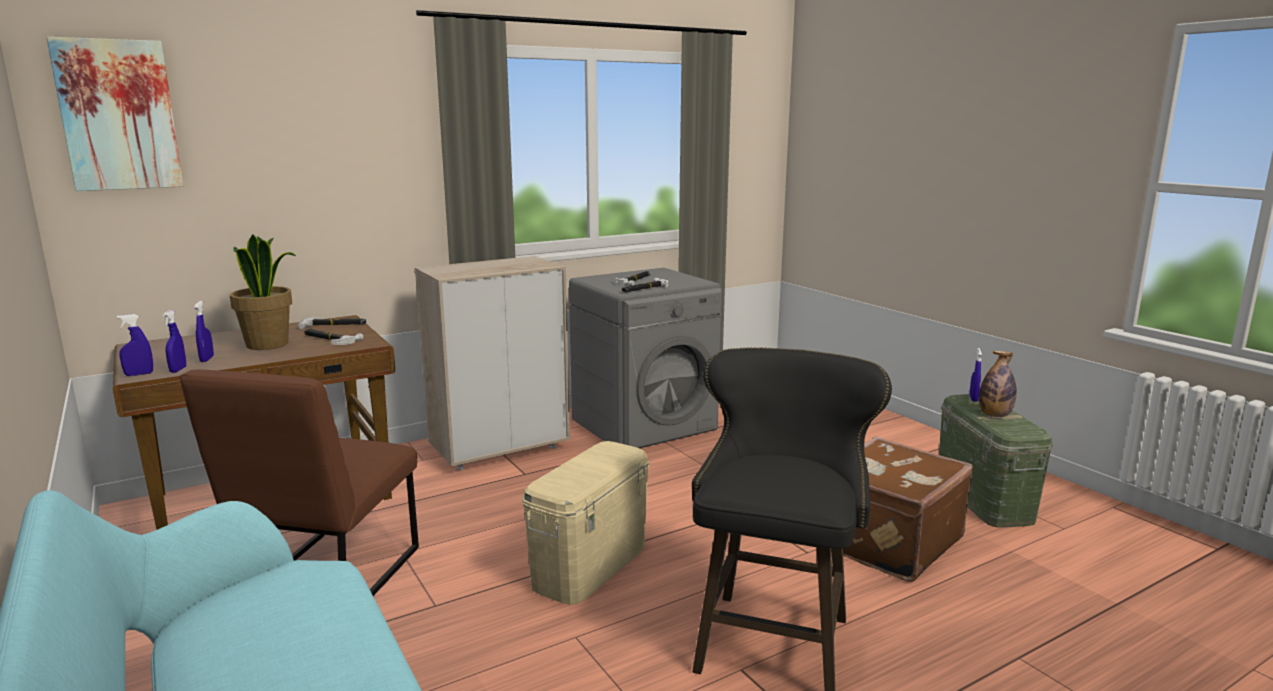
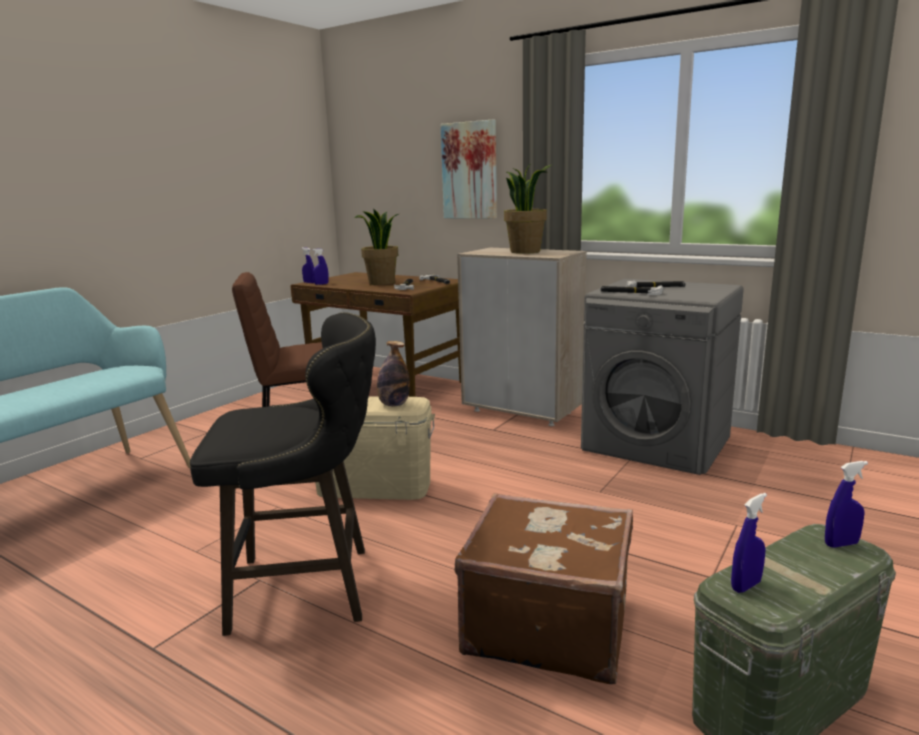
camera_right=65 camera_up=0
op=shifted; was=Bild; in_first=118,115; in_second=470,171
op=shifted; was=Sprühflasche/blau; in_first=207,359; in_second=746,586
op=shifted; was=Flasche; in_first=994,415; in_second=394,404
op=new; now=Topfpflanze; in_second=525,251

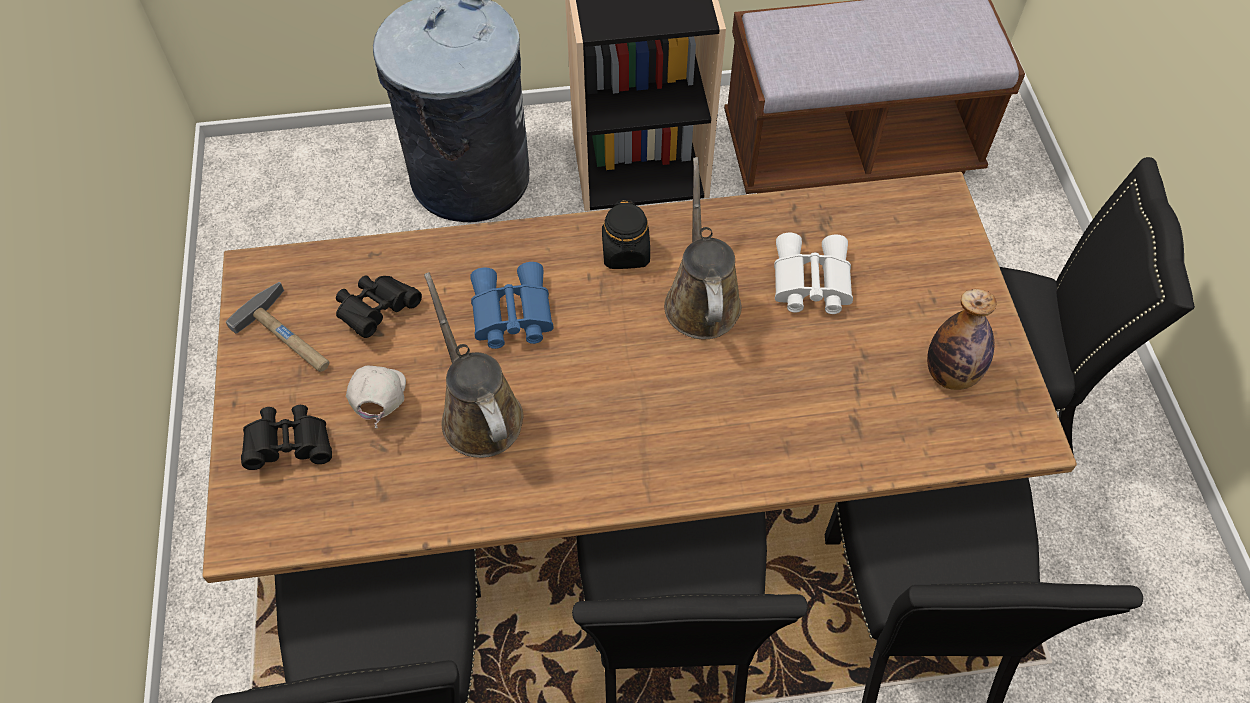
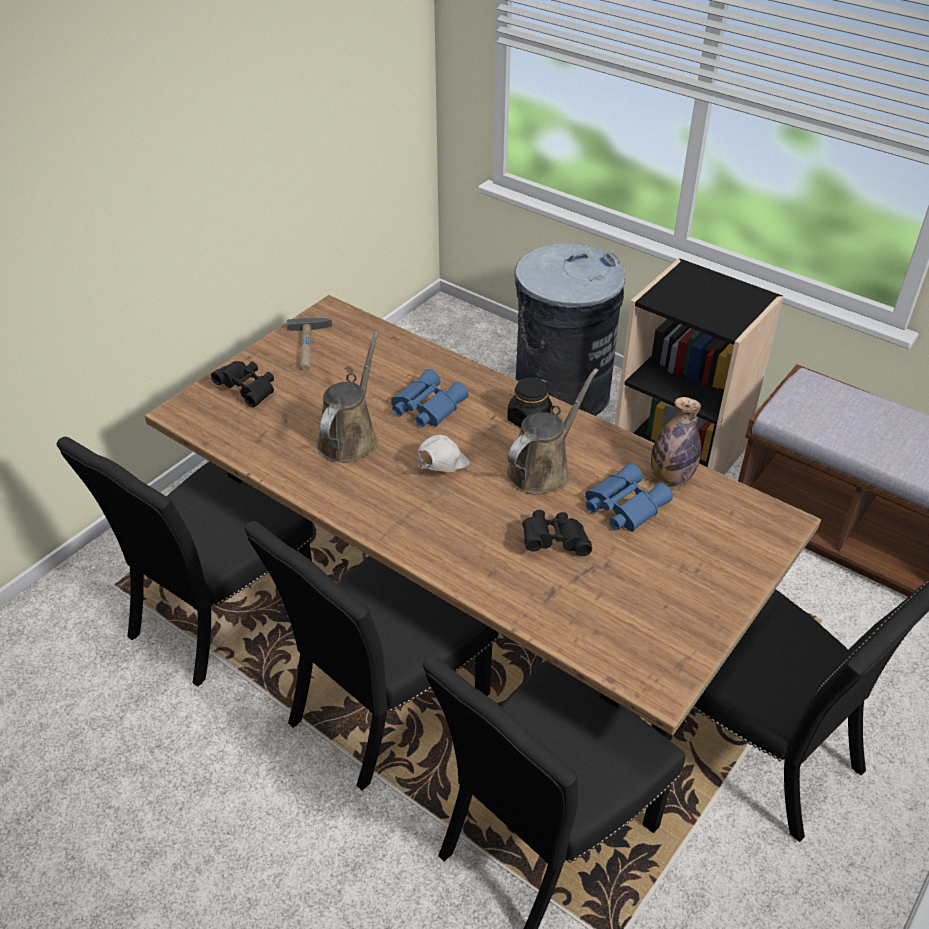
camera_right=45 camera_up=-15
op=shifted; was=Fernglas/schwarz; in_first=377,311; in_second=554,542
op=shifted; was=Kappe/weiß; in_first=379,401; in_second=441,468
op=repainted; was=Fernglas/weiß; now=Fernglas/blau; in_first=809,282; in_second=623,505
op=shifted; was=Flasche; in_first=951,374; in_second=671,477

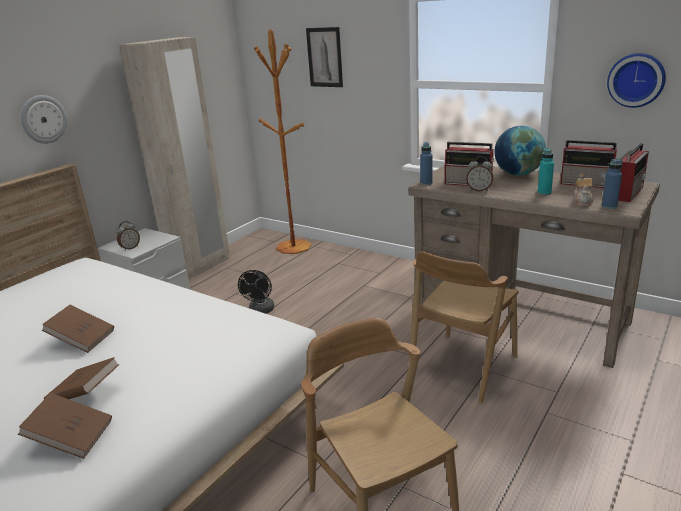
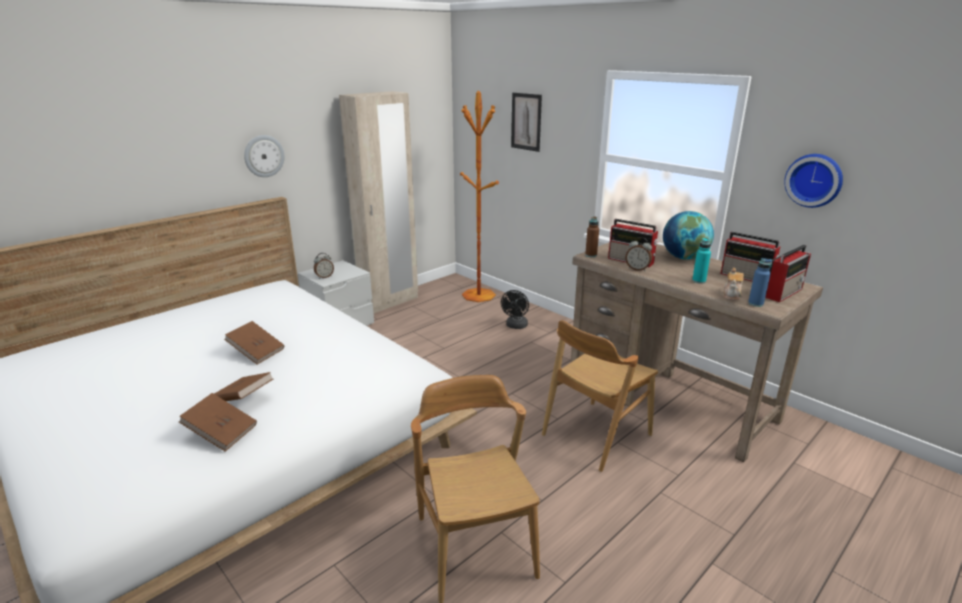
camera_right=10 camera_up=0
op=shifted; was=Ventilator/schwarz; in_first=261,311; in_second=516,326
op=repainted; was=Flasche/blau; now=Flasche/braun; in_first=426,183; in_second=591,255

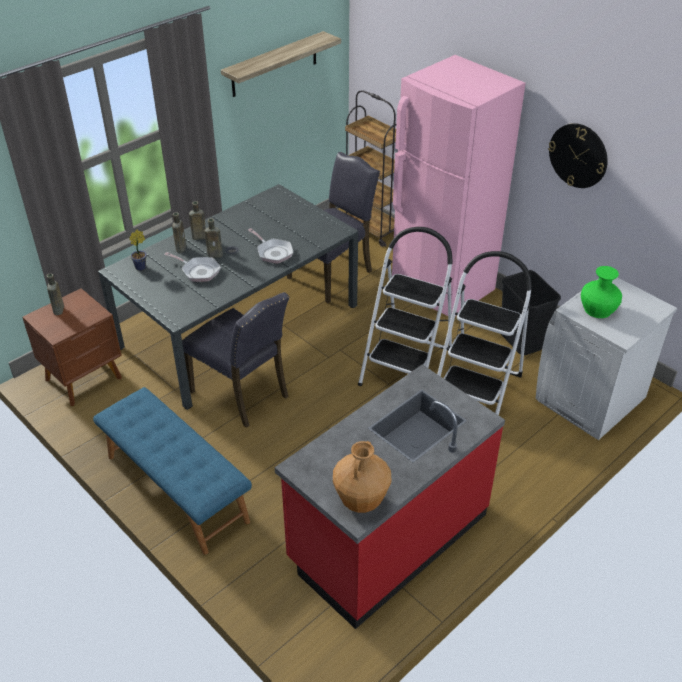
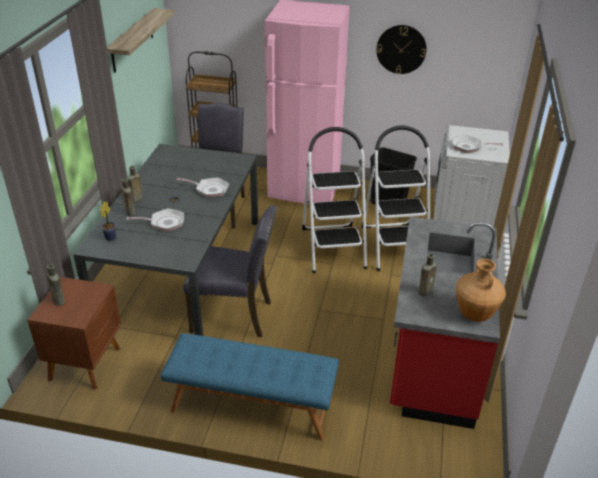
camera_right=-35 camera_up=-5
op=shifted; was=Flasche/braun; in_first=216,254; in_second=426,291
op=swapped; was=Vase/grün; now=Pfanne; in_first=597,309; in_second=469,147

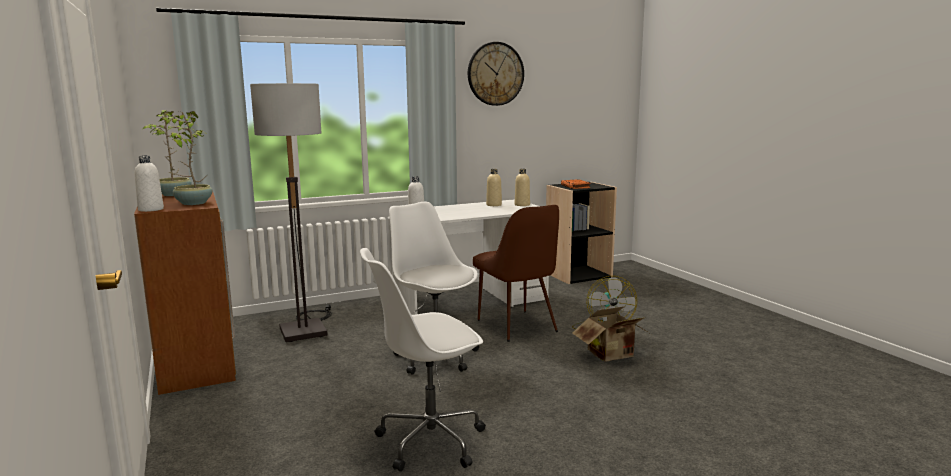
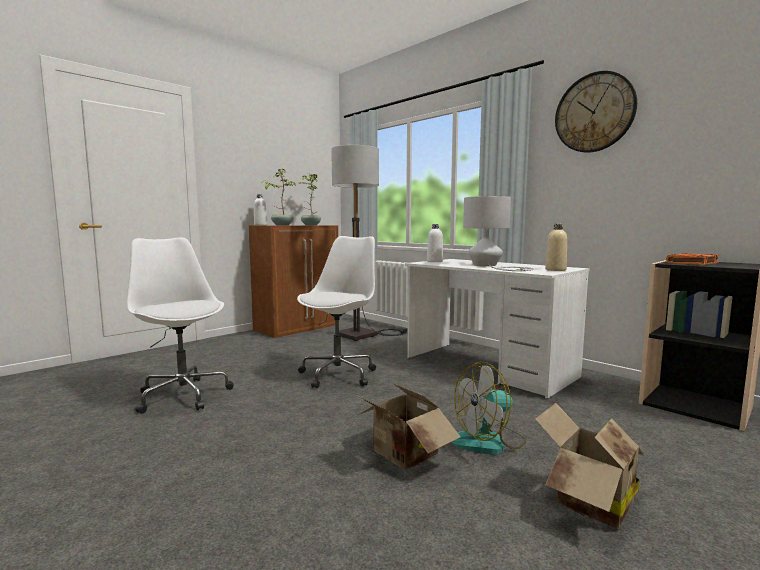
camera_right=70 camera_up=-5
op=gone; was=Stuhl/braun; in_first=517,326
op=gone; was=Flasche/beige; in_first=494,205
op=new; now=Tischlampe/weiß; in_second=495,266
op=new; now=Karton; in_second=587,502

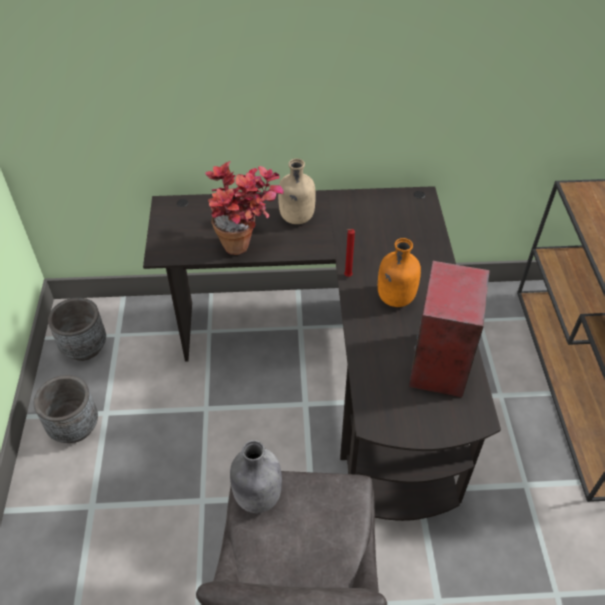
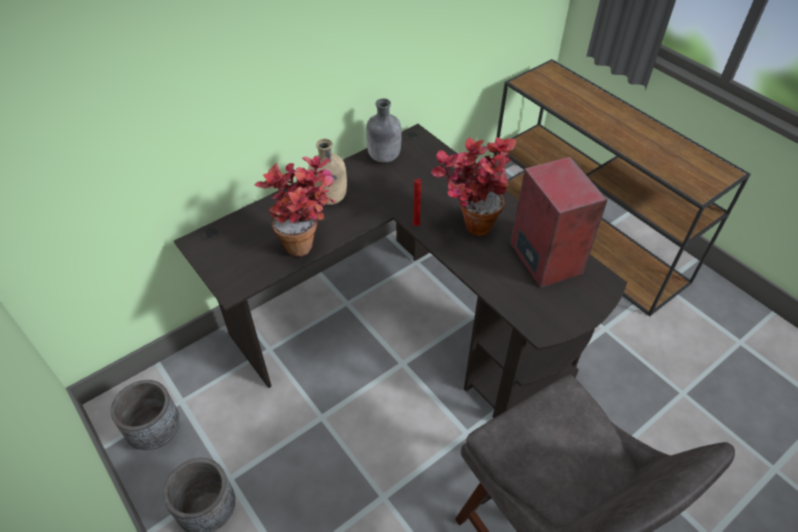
camera_right=-35 camera_up=0
op=shifted; was=Flasche/grau; in_first=257,497; in_second=383,157
op=swapped; was=Flasche/orange; now=Topfpflanze; in_first=395,298; in_second=468,225

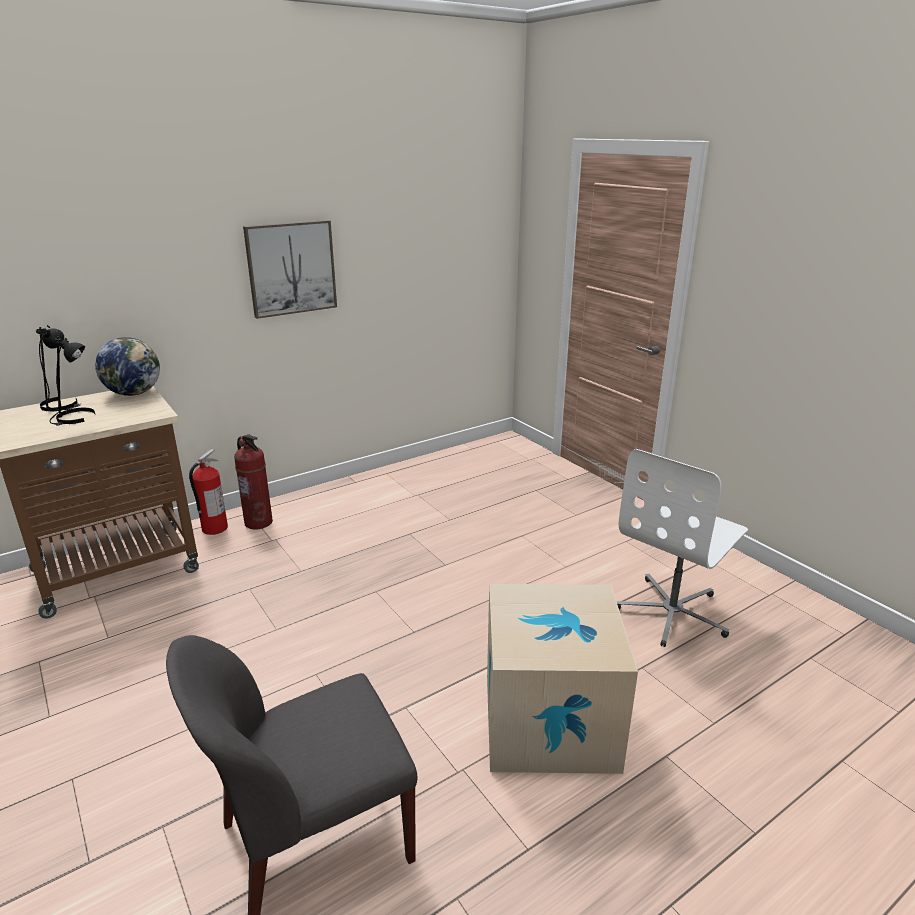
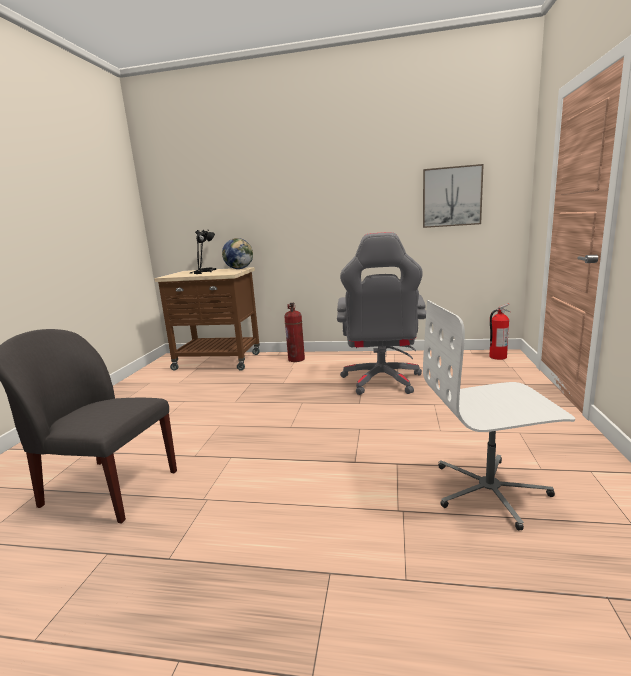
camera_right=45 camera_up=-10
op=shifted; was=Feuerlöscher; in_first=214,528; in_second=497,357
op=shifted; was=Bild; in_first=291,268; in_second=451,197
op=gone; was=Karton; in_first=549,721
op=new; now=Bürostuhl/grau; in_second=381,380

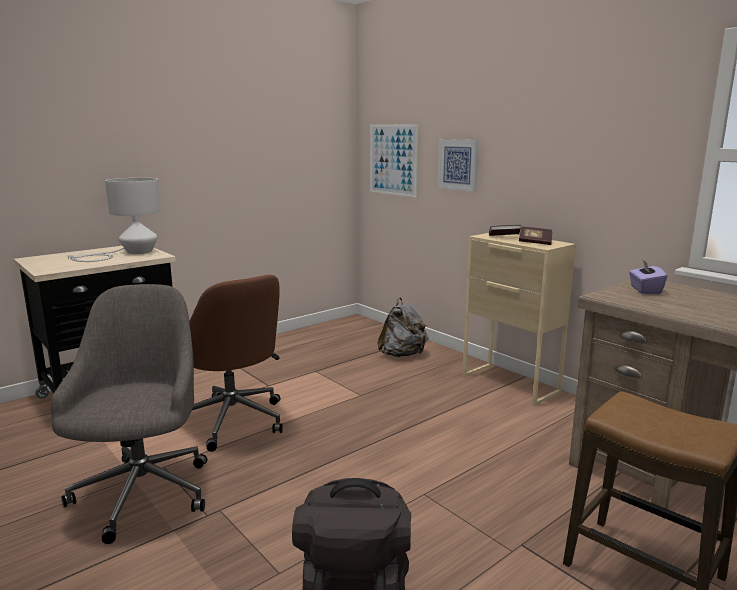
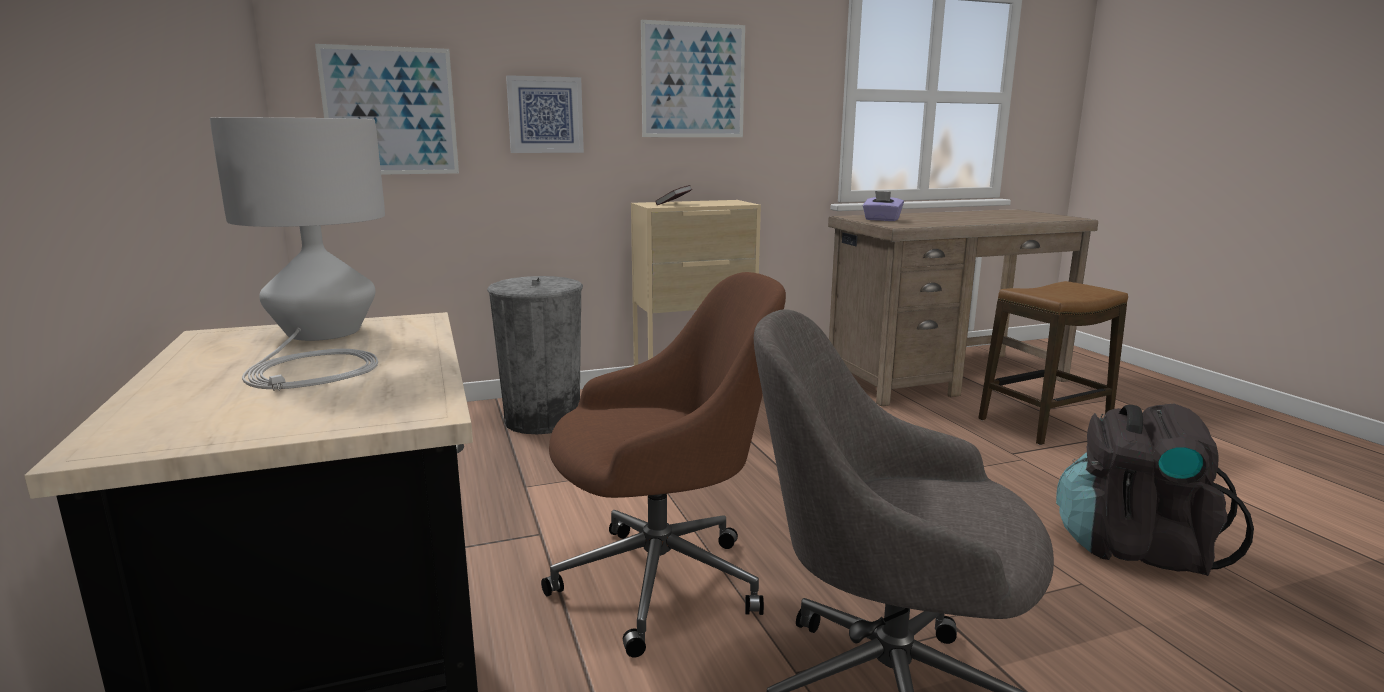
camera_right=-70 camera_up=0
op=swapped; was=Rucksack/grau; now=Mülleimer/grau; in_first=403,355; in_second=542,420
op=gone; was=Buch; in_first=535,242
op=new; now=Bild; in_second=693,81

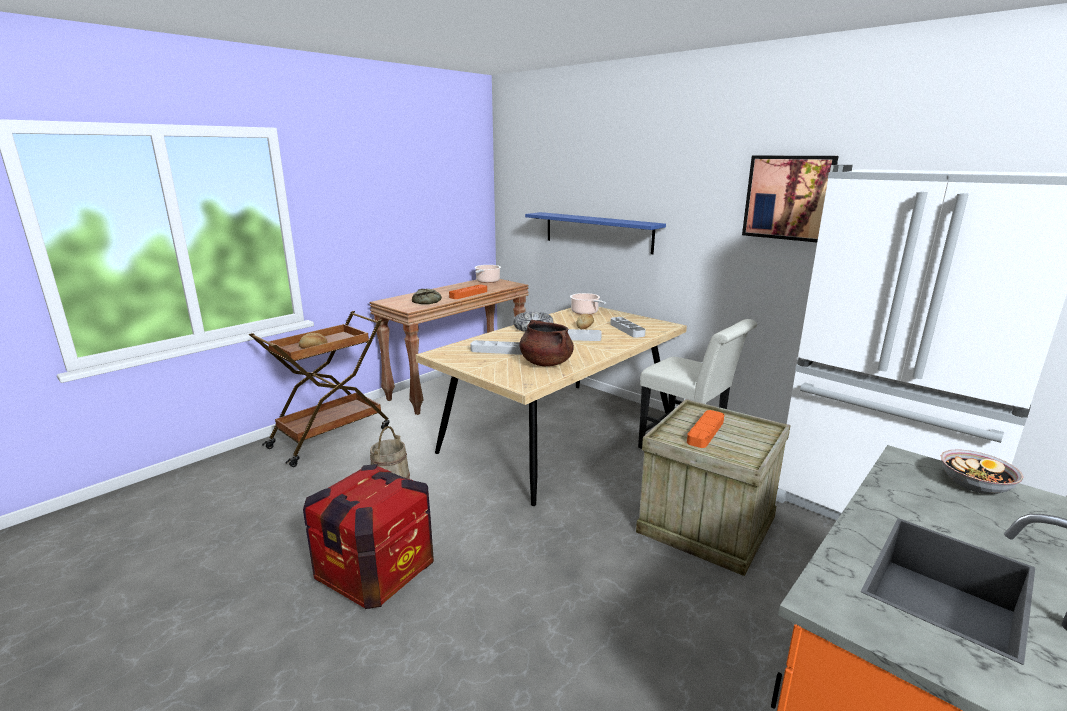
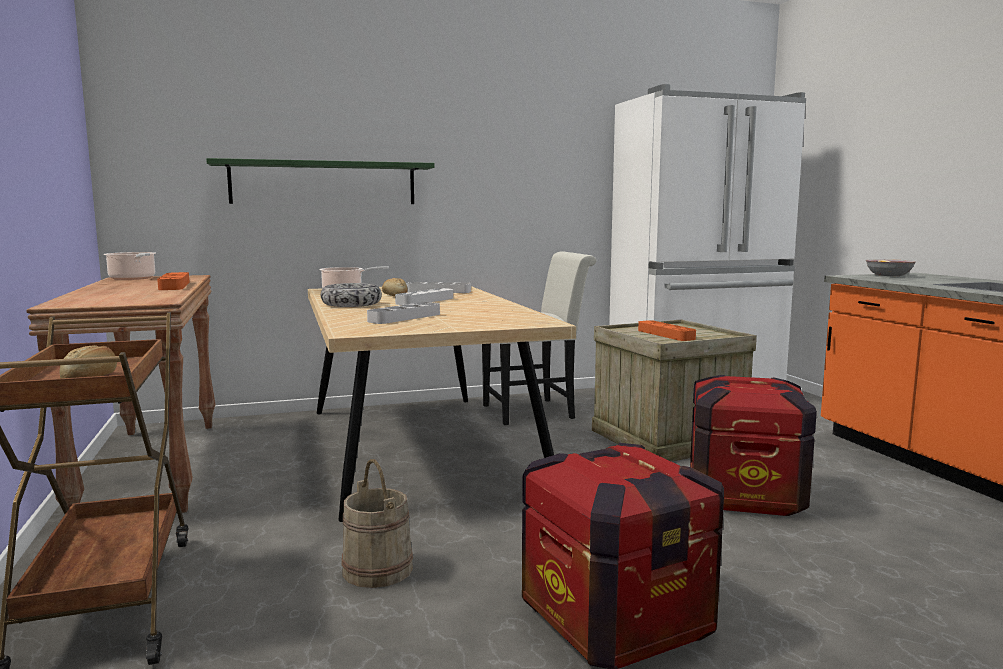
camera_right=-60 camera_up=-10
op=gone; was=Brot; in_first=428,301
op=gone; was=Kochtopf/braun; in_first=545,363
op=repainted; was=Wandregal/blau; now=Wandregal/grün; in_first=597,232; in_second=324,183
op=gone; was=Bild; in_first=788,197
op=new; now=Kiste; in_second=744,495

